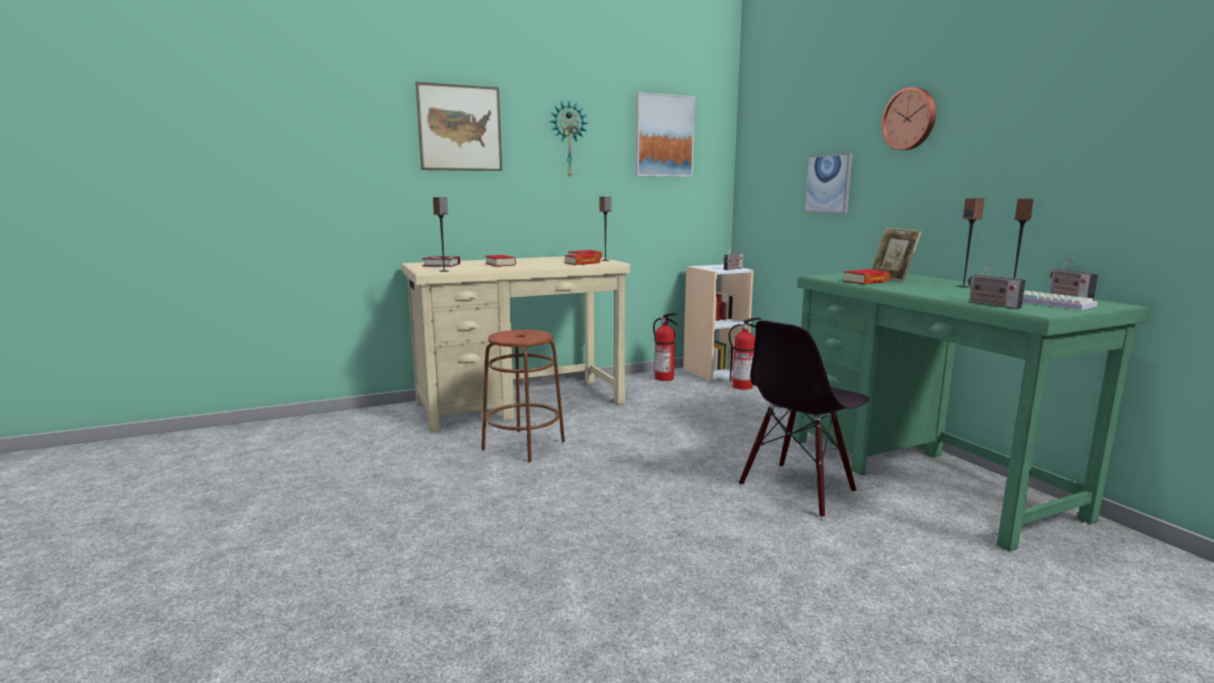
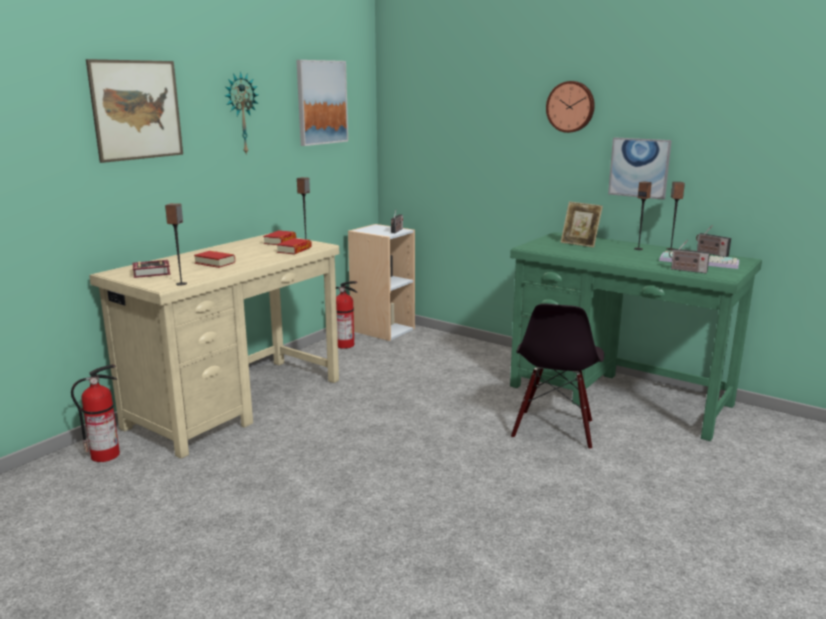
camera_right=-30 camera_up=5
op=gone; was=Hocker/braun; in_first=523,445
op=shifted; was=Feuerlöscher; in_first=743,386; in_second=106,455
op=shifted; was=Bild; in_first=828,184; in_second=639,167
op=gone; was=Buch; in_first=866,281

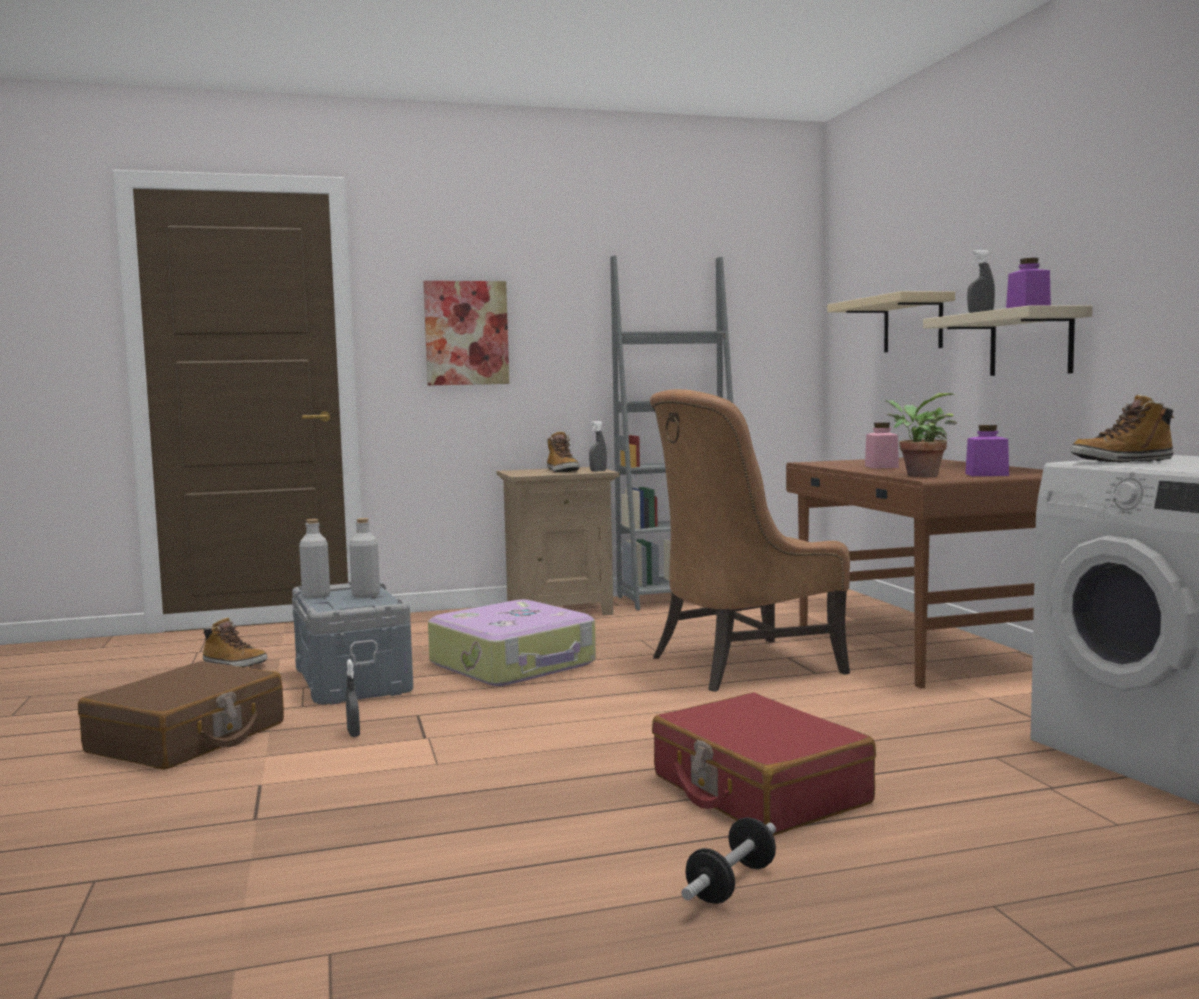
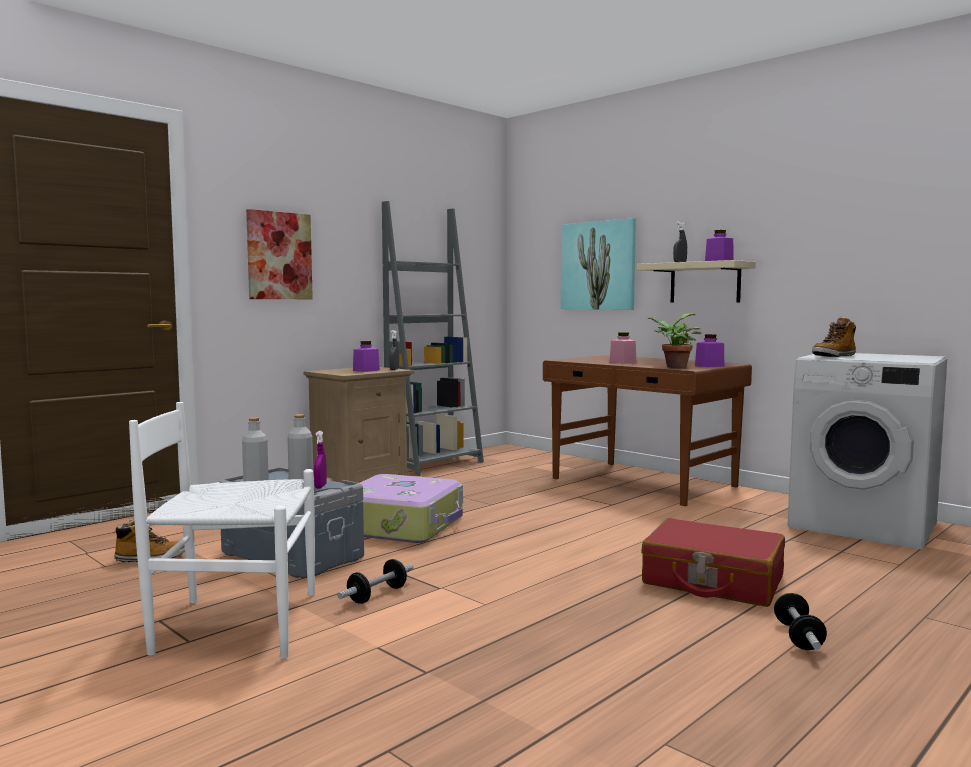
camera_right=-30 camera_up=0
op=swapped; was=Koffer/braun; now=Stuhl/weiß; in_first=188,738; in_second=235,625
op=swapped; was=Sprühflasche/grau; now=Hantel; in_first=353,733; in_second=377,595
op=swapped; was=Stiefel; now=Vorratsglas/lila; in_first=562,471; in_second=366,370
op=gone; was=Stuhl/braun; in_first=742,665
op=swapped; was=Wandregal/beige; now=Bild; in_first=913,324; in_second=598,266
op=new; now=Sprühflasche/lila; in_second=320,486

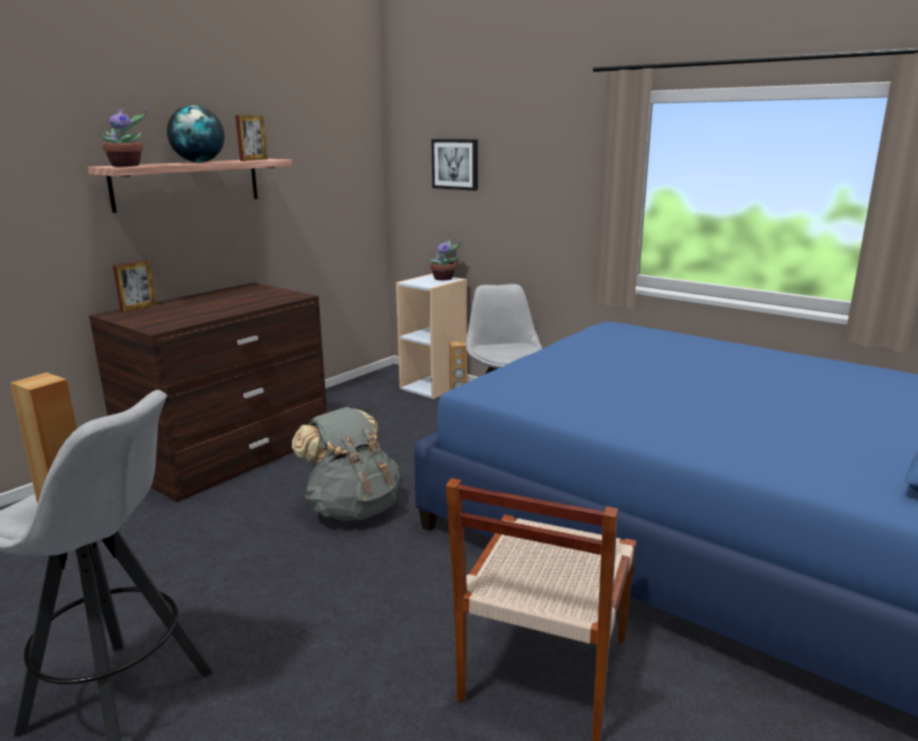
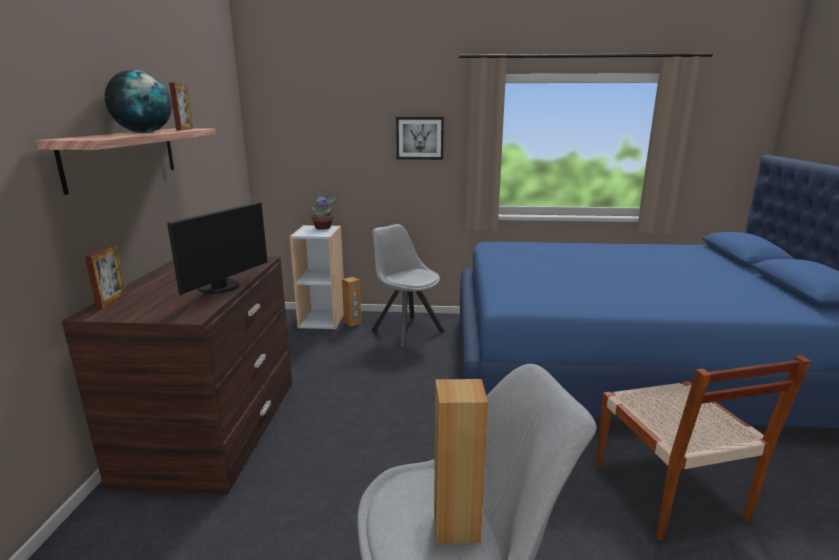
camera_right=-35 camera_up=0
op=gone; was=Topfpflanze; in_first=127,166
op=gone; was=Rucksack/grau; in_first=352,508
op=shifted; was=Bild; in_first=455,164; in_second=420,138
op=new; now=Monitor; in_second=222,287

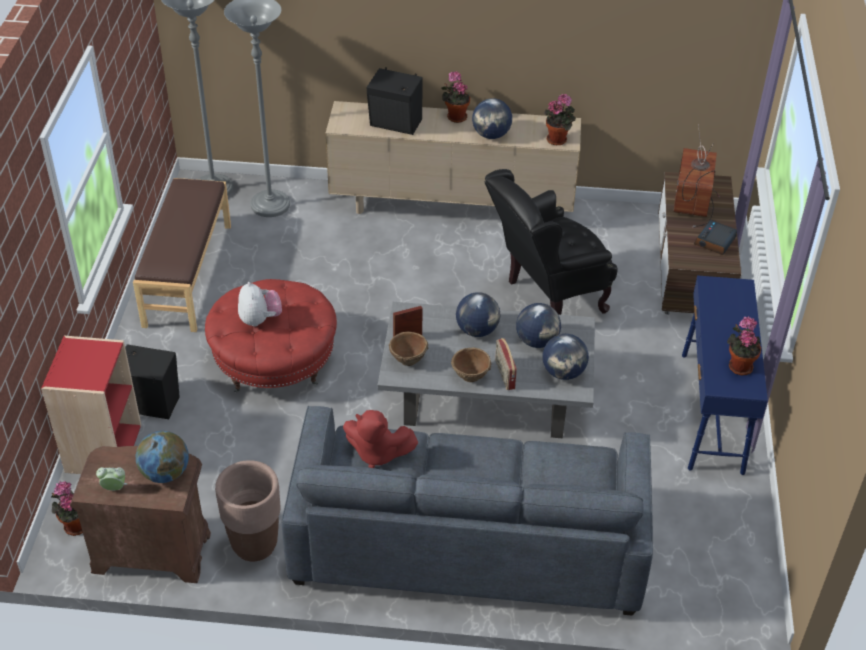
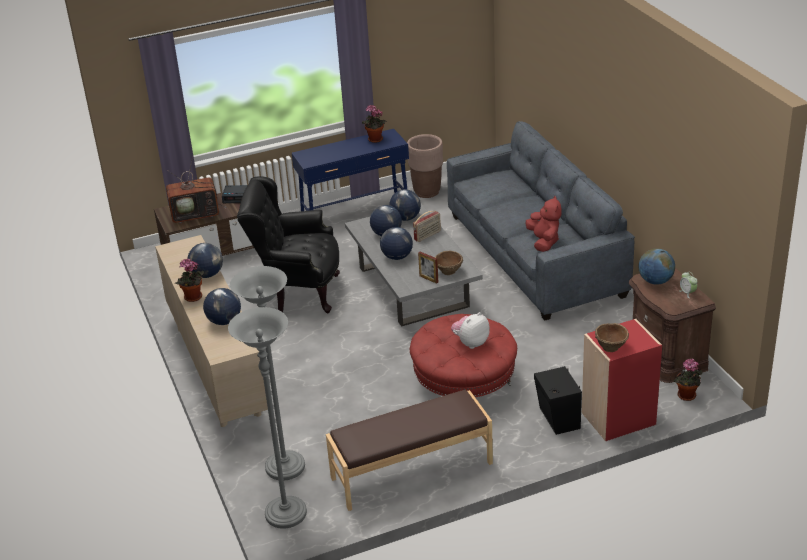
camera_right=-115 camera_up=-10
op=shifted; was=Pflanzkübel/braun; in_first=255,545; in_second=427,192
op=swapped; was=Lautsprecher/schwarz; now=Globus; in_first=396,124; in_second=224,321
op=shifted; was=Schüssel/braun; in_first=470,376; in_second=611,347
op=rotated; was=Sessel/schwarz; in_first=546,300; in_second=299,293; clockwise=150
op=gone; was=Topfpflanze; in_first=558,139

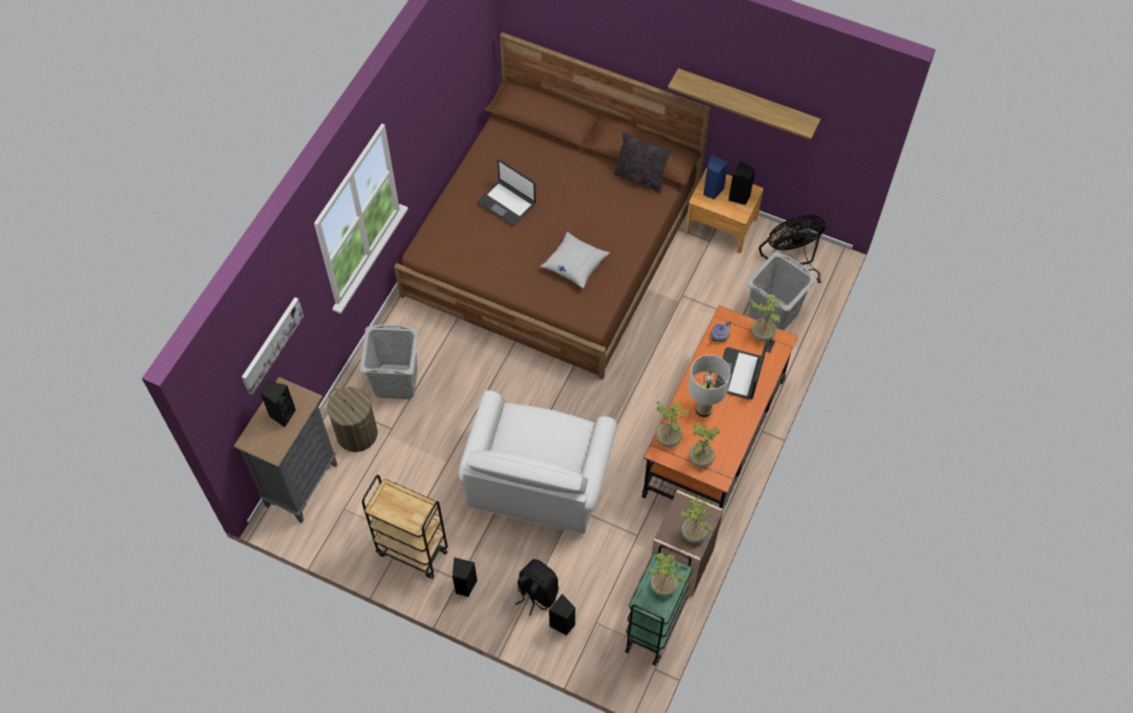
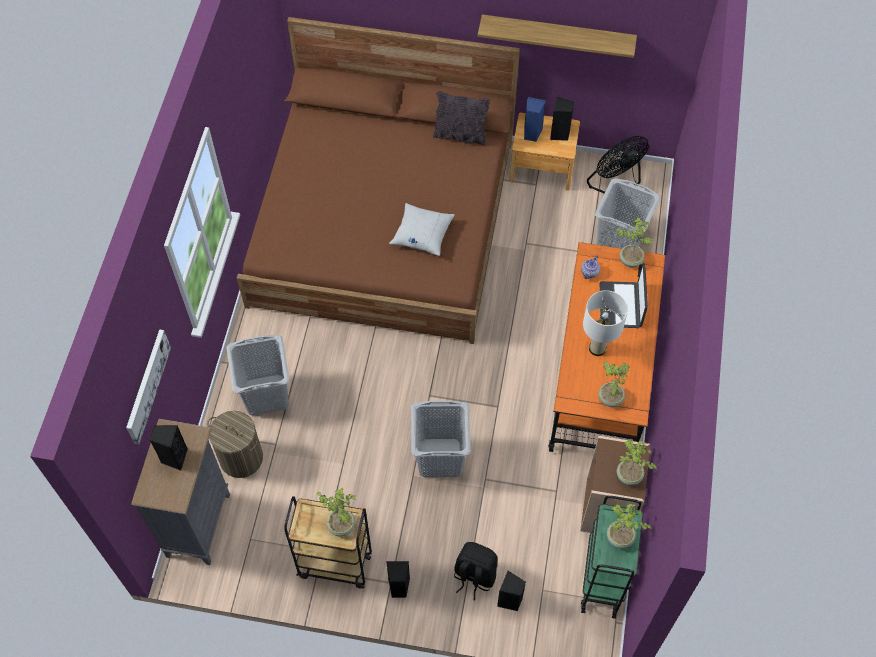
camera_right=-15 camera_up=0
op=swapped; was=Sessel/weiß; now=Wäschekorb/grau; in_first=538,478; in_second=439,458
op=gone; was=Laptop; in_first=507,203
op=shifted; was=Topfpflanze; in_first=669,438; in_second=341,525

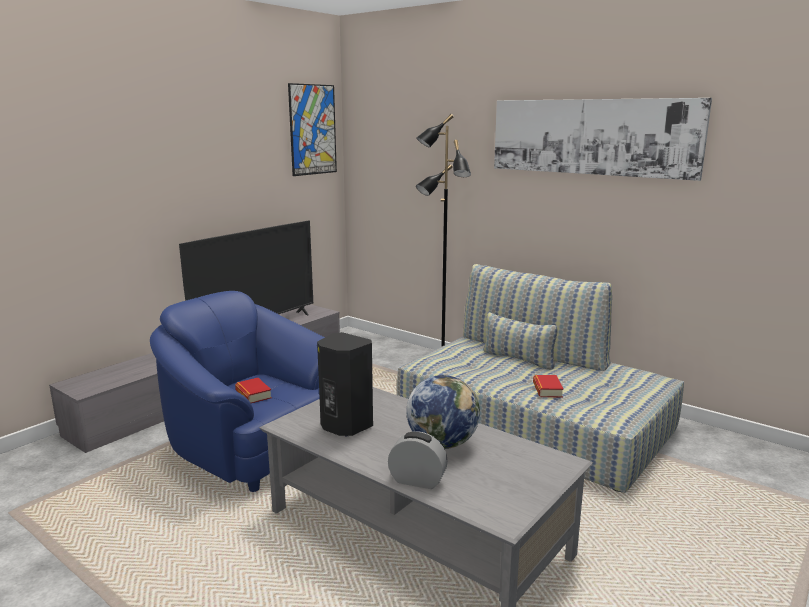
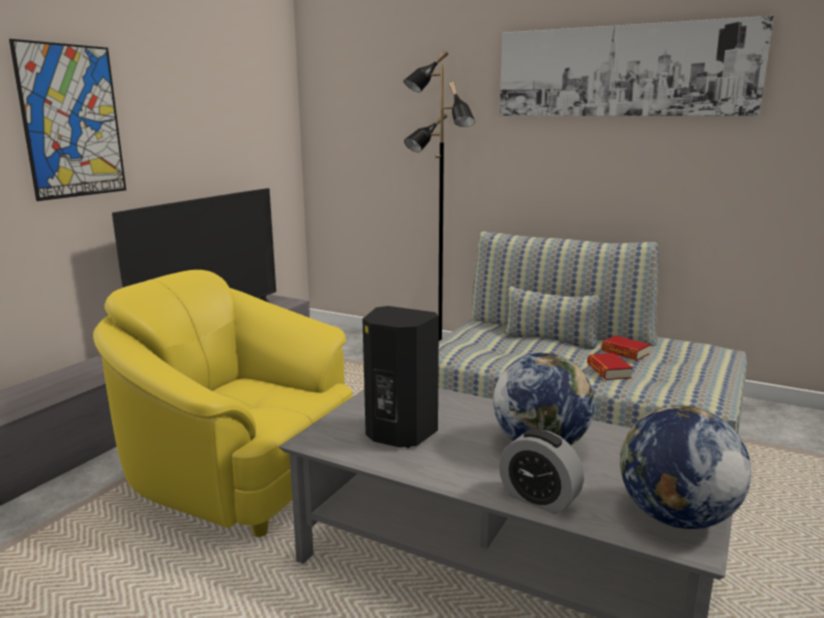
camera_right=-10 camera_up=0
op=repainted; was=Sessel/blau; now=Sessel/gelb; in_first=252,449; in_second=240,478
op=shifted; was=Buch; in_first=253,394; in_second=624,352
op=shifted; was=Bild; in_first=313,130; in_second=72,121
op=rotated; was=Wecker; in_first=417,480; in_second=539,499; clockwise=-150
op=new; now=Globus; in_second=675,517

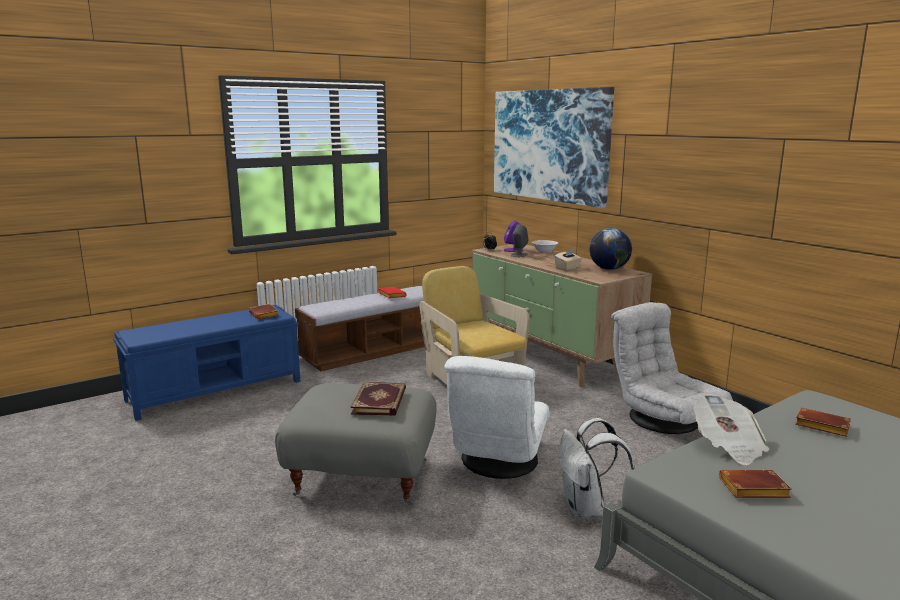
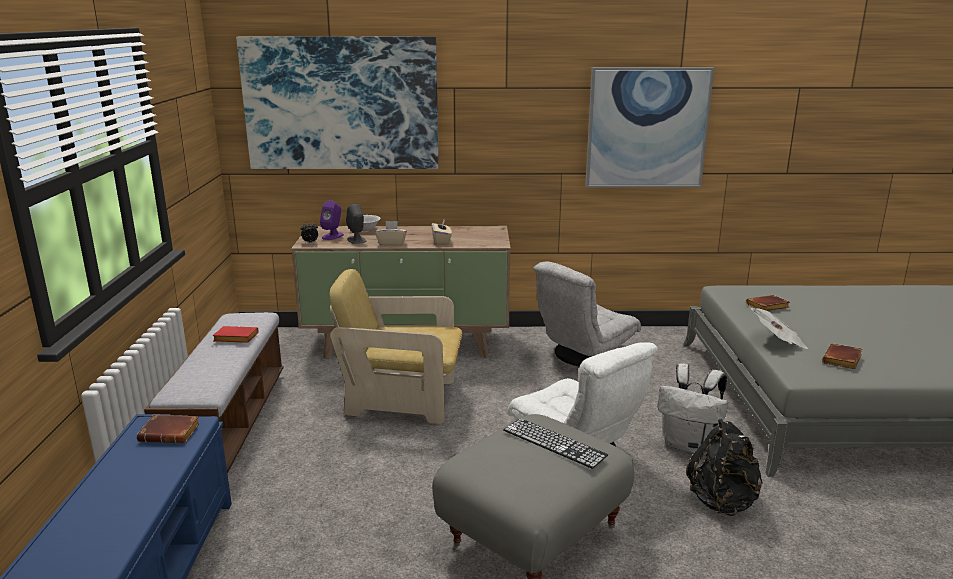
camera_right=-55 camera_up=5
op=swapped; was=Buch; now=Tastatur; in_first=380,401; in_second=554,442
op=gone; was=Globus; in_first=609,269
op=rotated; was=Sessel/grau; in_first=665,419; in_second=585,353; clockwise=-45
op=new; now=Taschentuchbox/beige; in_second=392,243
op=new; now=Bild; in_second=647,128
op=new; now=Rucksack/schwarz; in_second=723,501

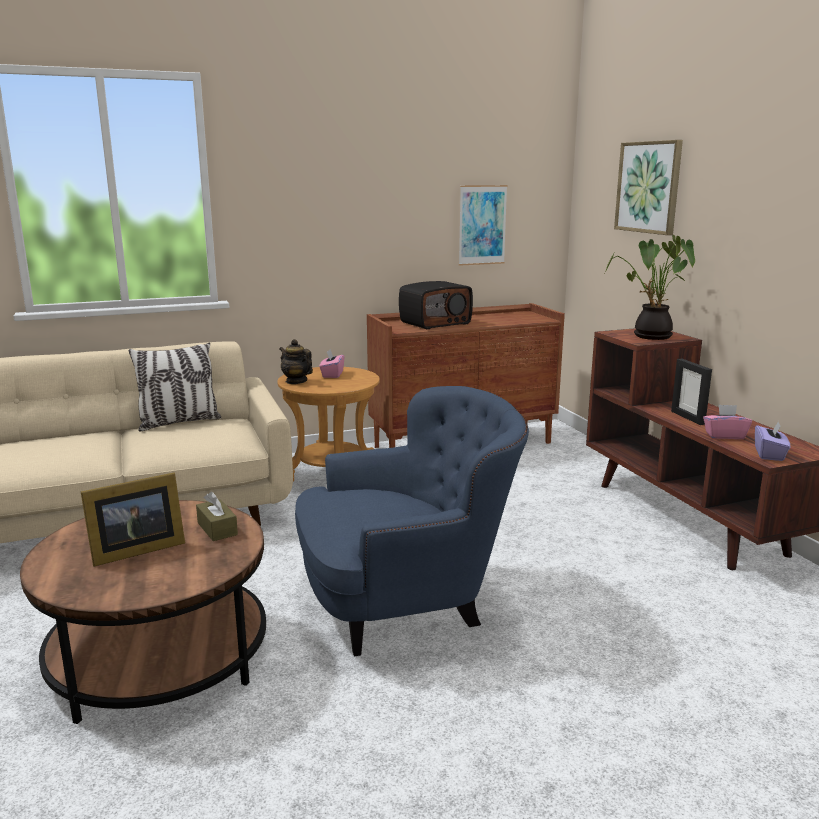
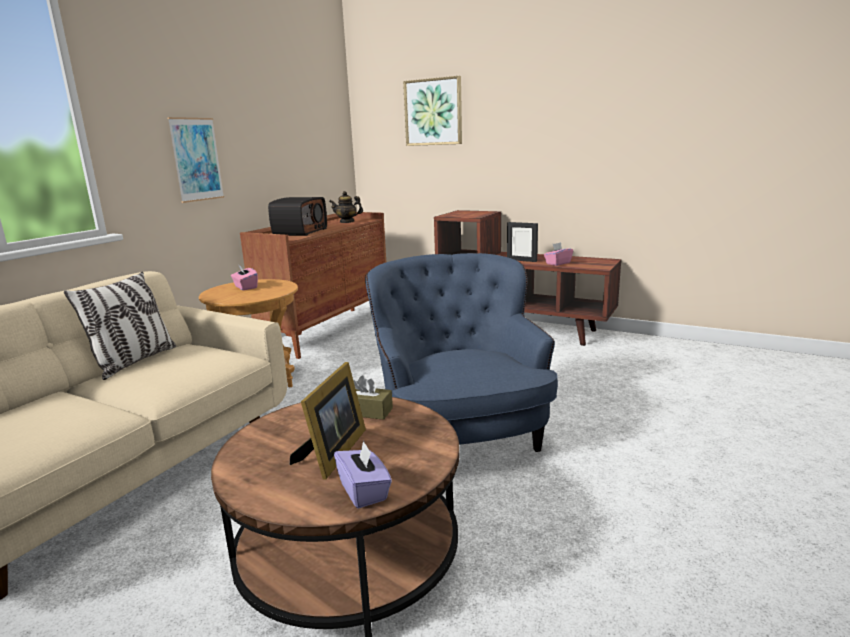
camera_right=-40 camera_up=0
op=shifted; was=Teekanne; in_first=296,381; in_second=347,222
op=rotated; was=Sessel/blau; in_first=407,600; in_second=460,430; clockwise=-45
op=shifted; was=Bild; in_first=482,225; in_second=196,159
op=gone; was=Topfpflanze; in_first=649,336
op=shifted; was=Taschentuchbox/lila; in_first=769,454; in_second=364,491

